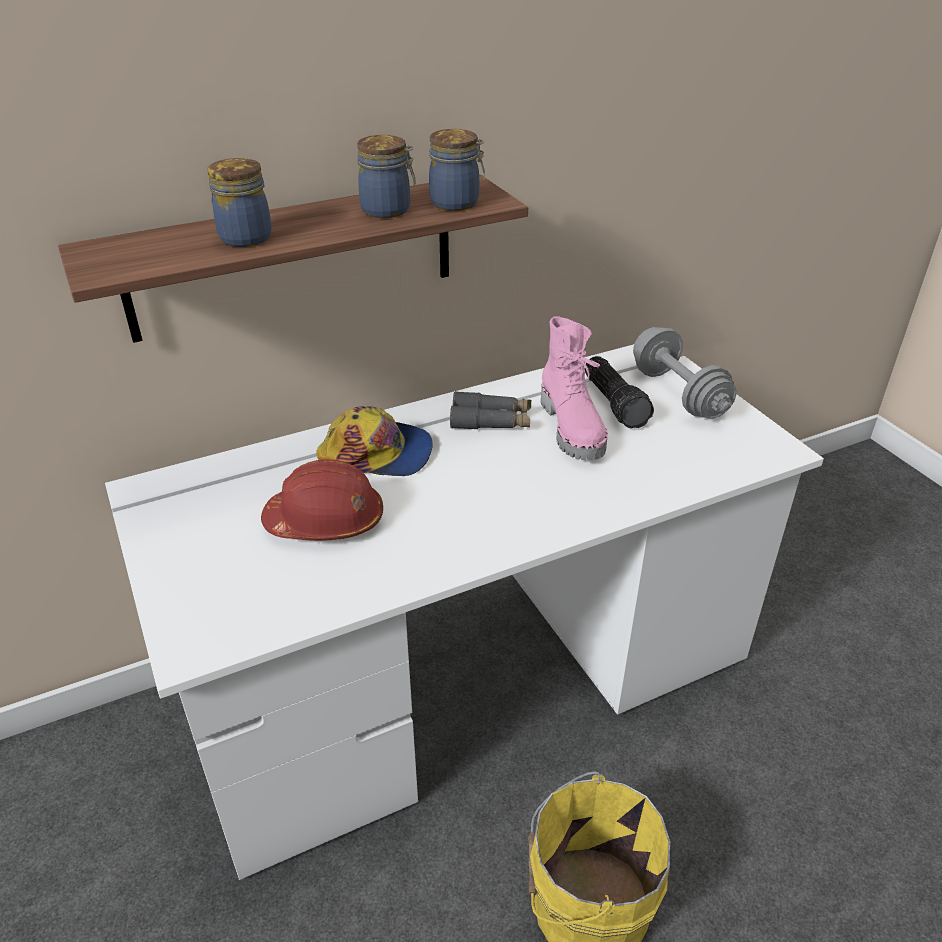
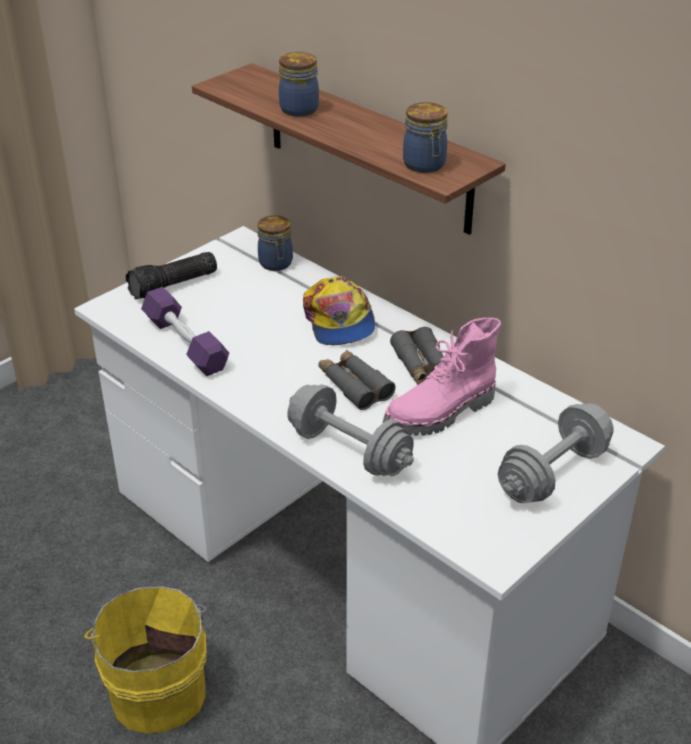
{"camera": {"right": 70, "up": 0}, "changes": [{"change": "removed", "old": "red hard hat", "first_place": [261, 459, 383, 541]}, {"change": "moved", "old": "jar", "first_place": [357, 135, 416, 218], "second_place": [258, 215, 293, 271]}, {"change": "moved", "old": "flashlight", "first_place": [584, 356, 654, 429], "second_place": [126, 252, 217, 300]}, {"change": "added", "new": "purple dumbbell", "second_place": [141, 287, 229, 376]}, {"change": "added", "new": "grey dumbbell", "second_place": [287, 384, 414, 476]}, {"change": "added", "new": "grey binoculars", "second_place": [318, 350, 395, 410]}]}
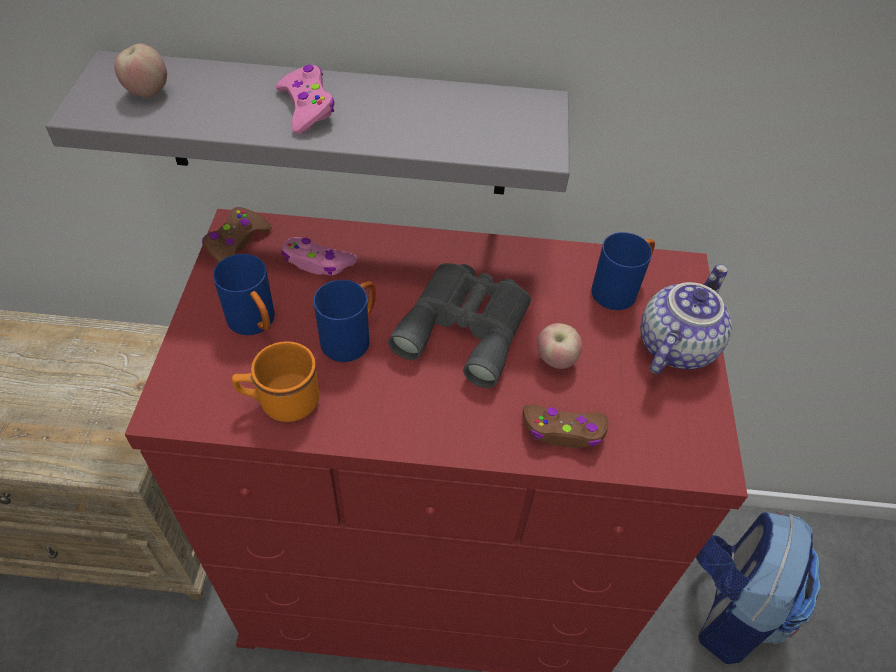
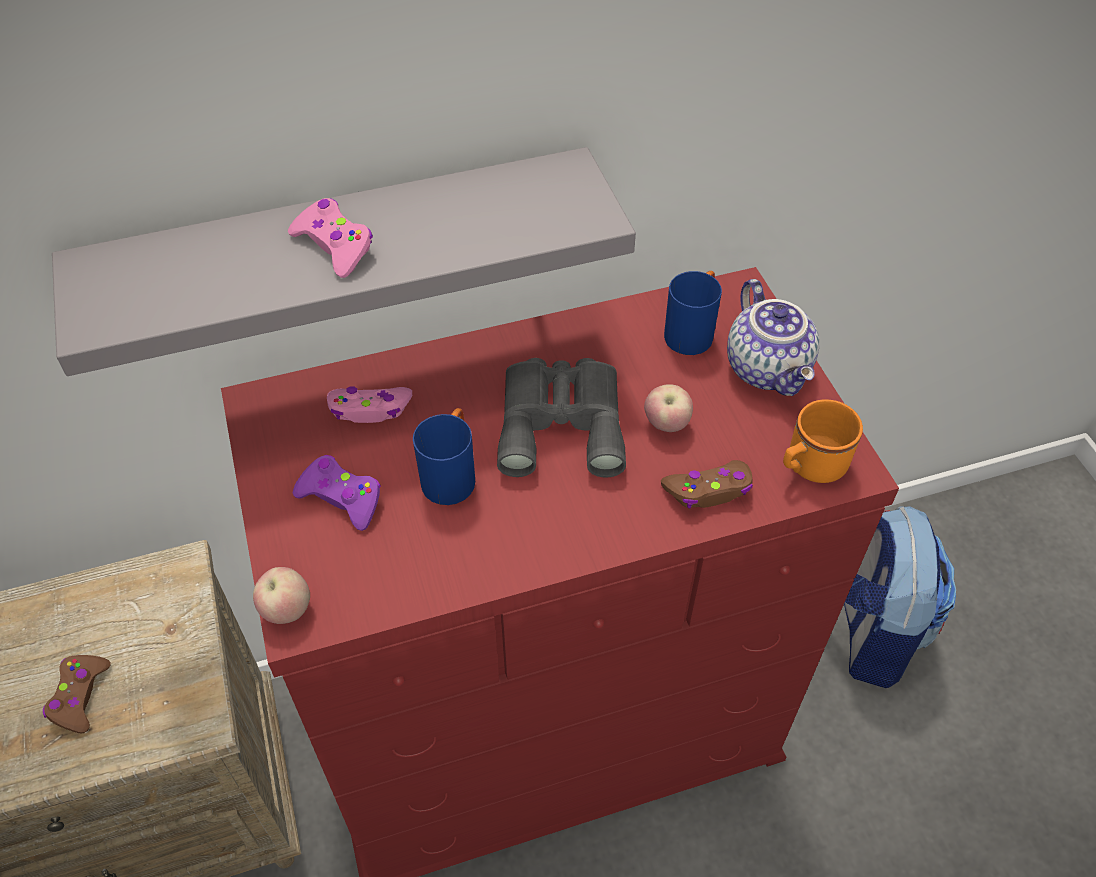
{"camera": {"right": -20, "up": 0}, "changes": [{"change": "moved", "old": "apple", "first_place": [114, 44, 167, 97], "second_place": [253, 567, 310, 624]}, {"change": "moved", "old": "brown game controller", "first_place": [202, 207, 272, 263], "second_place": [43, 655, 111, 733]}, {"change": "replaced", "old": "blue mug", "new": "purple game controller", "first_place": [213, 254, 275, 335], "second_place": [293, 455, 381, 531]}, {"change": "moved", "old": "orange mug", "first_place": [232, 341, 319, 422], "second_place": [783, 399, 863, 483]}, {"change": "turned", "old": "teapot", "first_place": [640, 264, 732, 374], "second_place": [727, 279, 819, 396], "degrees": 150}]}
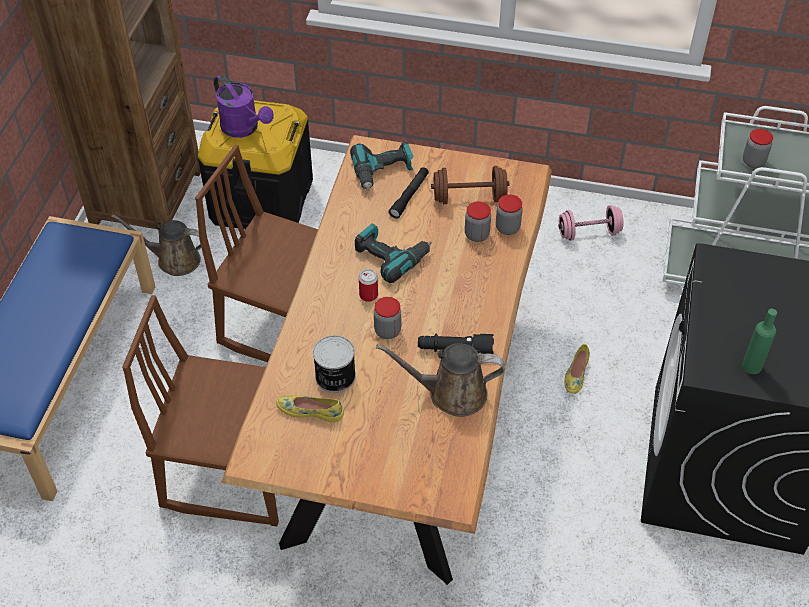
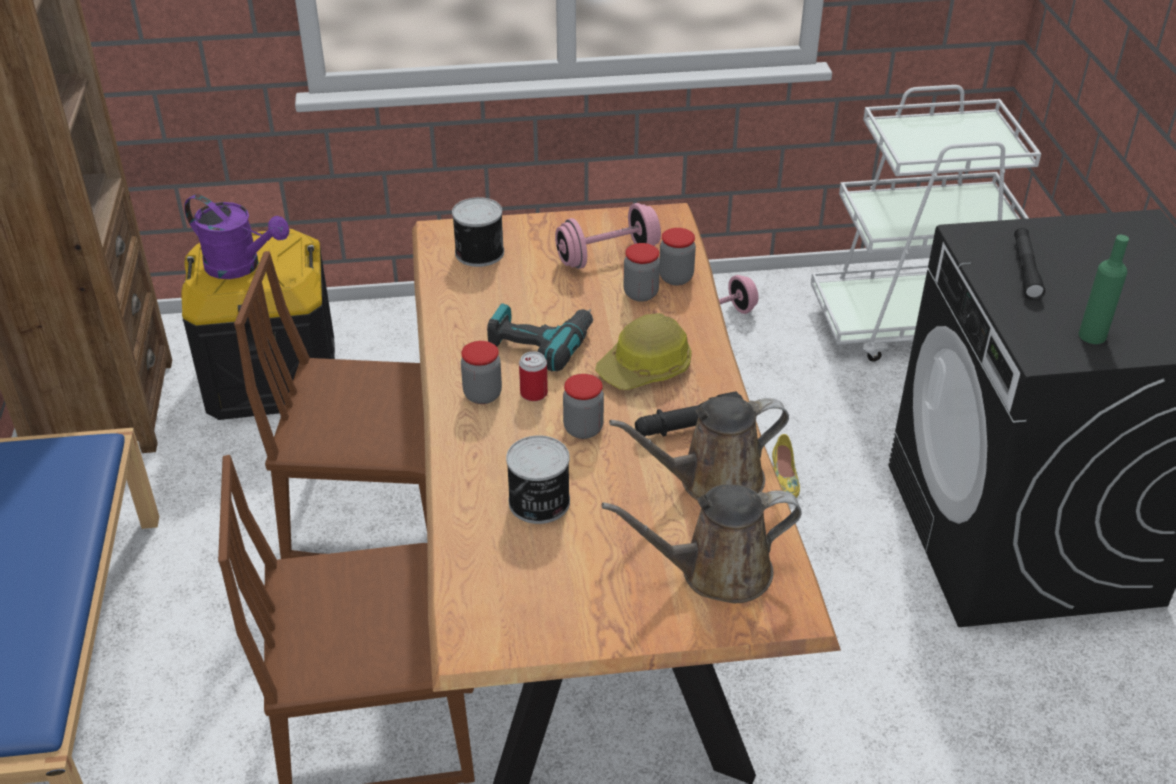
{"camera": {"right": -20, "up": -10}, "changes": [{"change": "moved", "old": "brown watering can", "first_place": [111, 214, 201, 276], "second_place": [602, 484, 802, 603]}, {"change": "removed", "old": "yellow shoe", "first_place": [276, 395, 344, 422]}, {"change": "replaced", "old": "power drill", "new": "can", "first_place": [350, 142, 413, 191], "second_place": [452, 197, 504, 267]}, {"change": "moved", "old": "black flashlight", "first_place": [389, 167, 429, 218], "second_place": [1014, 228, 1045, 300]}, {"change": "recoloured", "old": "brown dumbbell", "new": "pink dumbbell", "first_place": [431, 166, 509, 204], "second_place": [555, 203, 661, 269]}, {"change": "moved", "old": "jar", "first_place": [743, 129, 773, 168], "second_place": [461, 341, 502, 404]}, {"change": "added", "new": "hard hat", "second_place": [595, 313, 692, 390]}]}
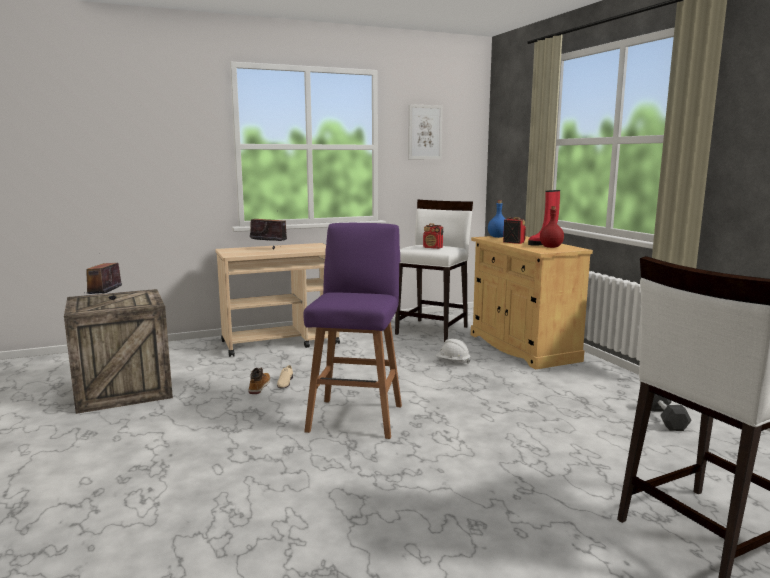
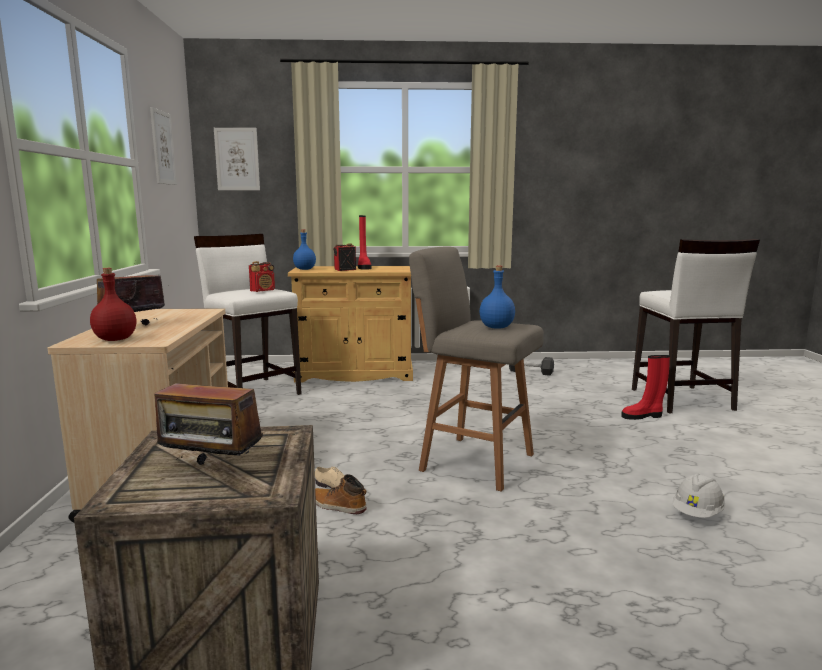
{"camera": {"right": -70, "up": 0}, "changes": [{"change": "recoloured", "old": "purple stool", "new": "grey stool", "first_place": [303, 223, 402, 439], "second_place": [409, 246, 544, 492]}, {"change": "moved", "old": "white hard hat", "first_place": [436, 339, 471, 364], "second_place": [672, 473, 725, 518]}, {"change": "moved", "old": "red bottle", "first_place": [540, 206, 564, 248], "second_place": [90, 268, 136, 341]}, {"change": "added", "new": "picture", "second_place": [214, 128, 260, 190]}, {"change": "added", "new": "blue bottle", "second_place": [480, 266, 515, 329]}, {"change": "added", "new": "red boot", "second_place": [621, 355, 670, 420]}]}
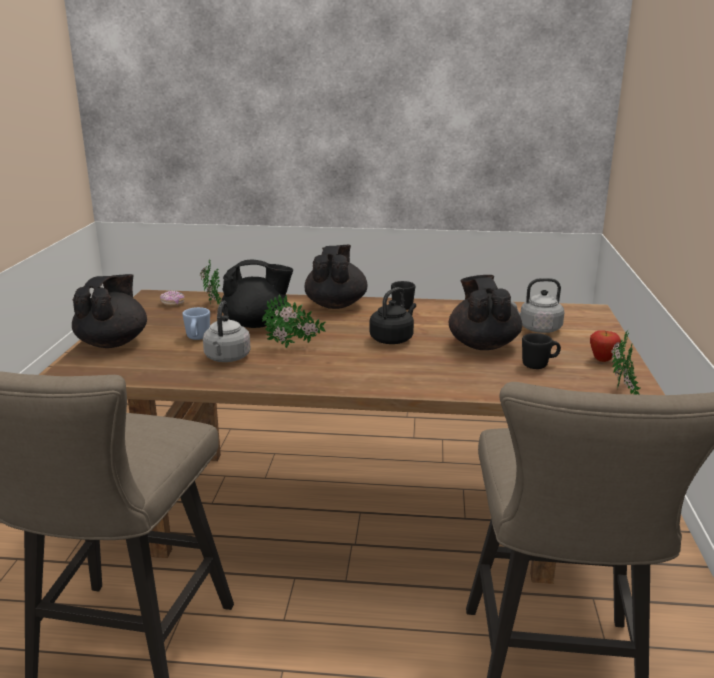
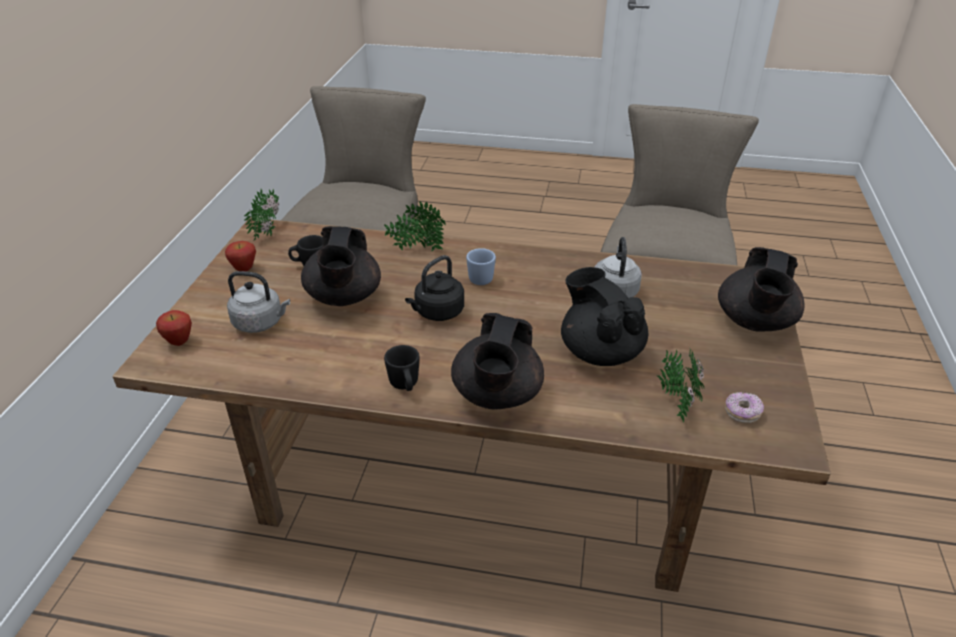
{"camera": {"right": -175, "up": 15}, "changes": [{"change": "moved", "old": "blue mug", "first_place": [182, 307, 210, 340], "second_place": [466, 248, 496, 285]}, {"change": "turned", "old": "black teapot", "first_place": [221, 259, 293, 328], "second_place": [561, 267, 648, 366], "degrees": 60}, {"change": "moved", "old": "potted plant", "first_place": [262, 294, 326, 348], "second_place": [384, 201, 446, 252]}, {"change": "added", "new": "apple", "second_place": [156, 310, 192, 346]}]}
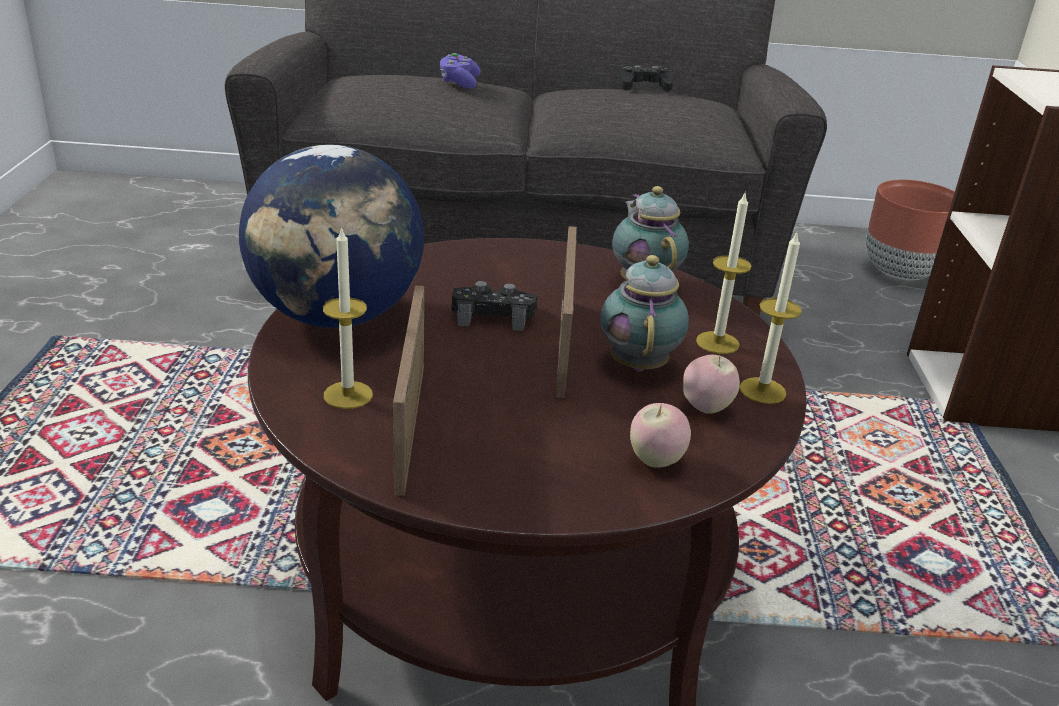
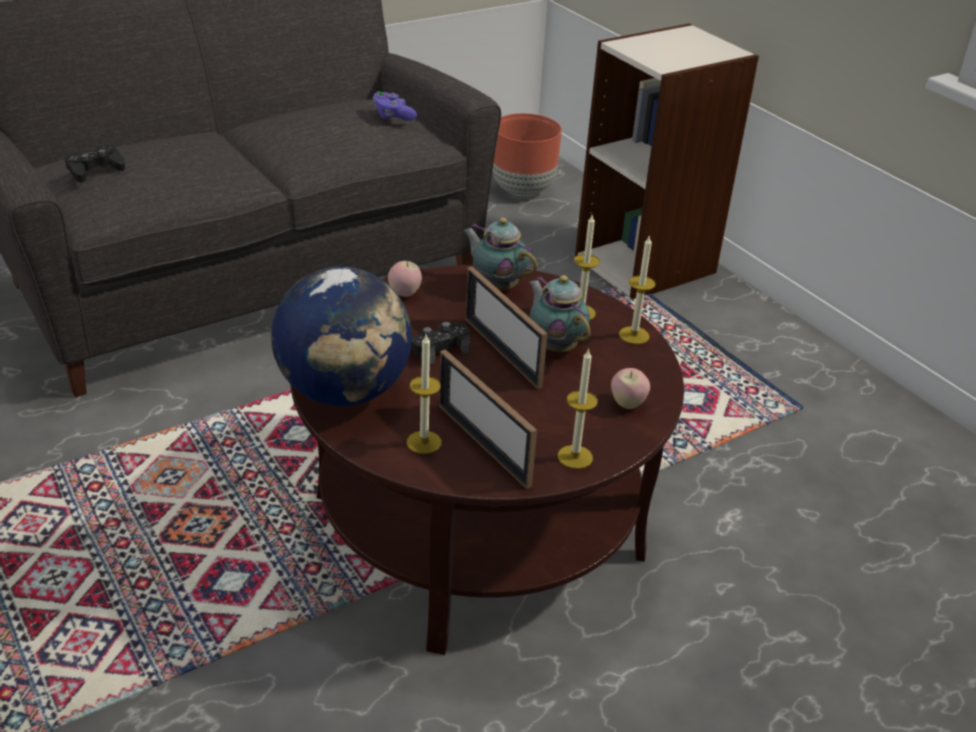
{"camera": {"right": -35, "up": 5}, "changes": [{"change": "moved", "old": "purple game controller", "first_place": [440, 53, 481, 89], "second_place": [373, 91, 417, 121]}, {"change": "moved", "old": "black game controller", "first_place": [618, 65, 673, 92], "second_place": [65, 145, 125, 183]}, {"change": "moved", "old": "apple", "first_place": [683, 354, 740, 414], "second_place": [388, 261, 422, 297]}, {"change": "added", "new": "candle", "second_place": [558, 348, 598, 469]}]}
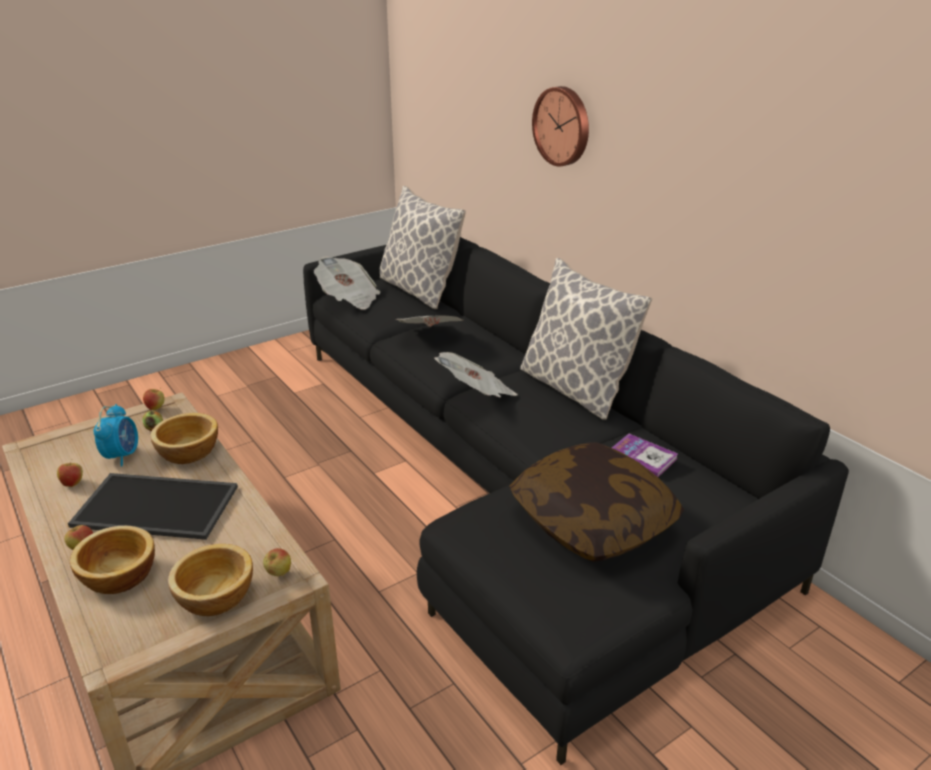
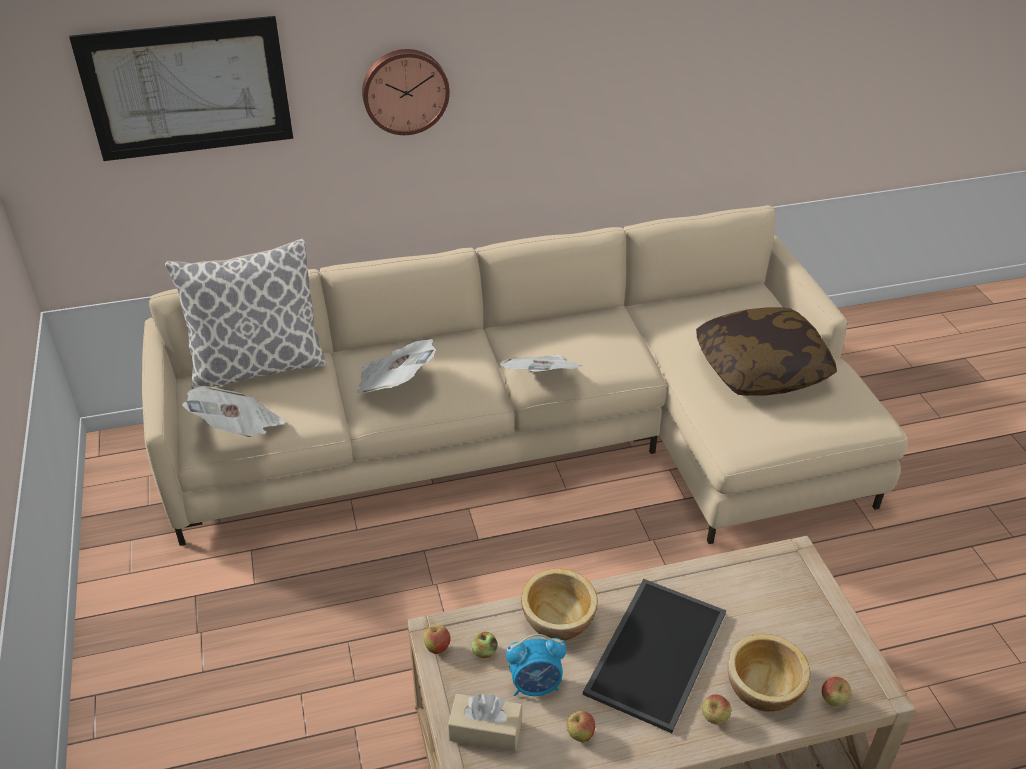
{"camera": {"right": -70, "up": 10}, "changes": [{"change": "turned", "old": "alarm clock", "first_place": [93, 404, 138, 467], "second_place": [506, 634, 566, 696], "degrees": 150}, {"change": "removed", "old": "bowl", "first_place": [168, 544, 253, 616]}, {"change": "moved", "old": "apple", "first_place": [263, 548, 291, 576], "second_place": [822, 677, 851, 706]}, {"change": "recoloured", "old": "black sofa", "new": "beige sofa", "first_place": [303, 237, 849, 765], "second_place": [142, 205, 907, 546]}, {"change": "removed", "old": "pillow", "first_place": [520, 258, 652, 420]}, {"change": "removed", "old": "book", "first_place": [612, 434, 678, 477]}, {"change": "added", "new": "picture", "second_place": [69, 16, 293, 161]}, {"change": "added", "new": "beige tissue box", "second_place": [448, 694, 522, 752]}]}
